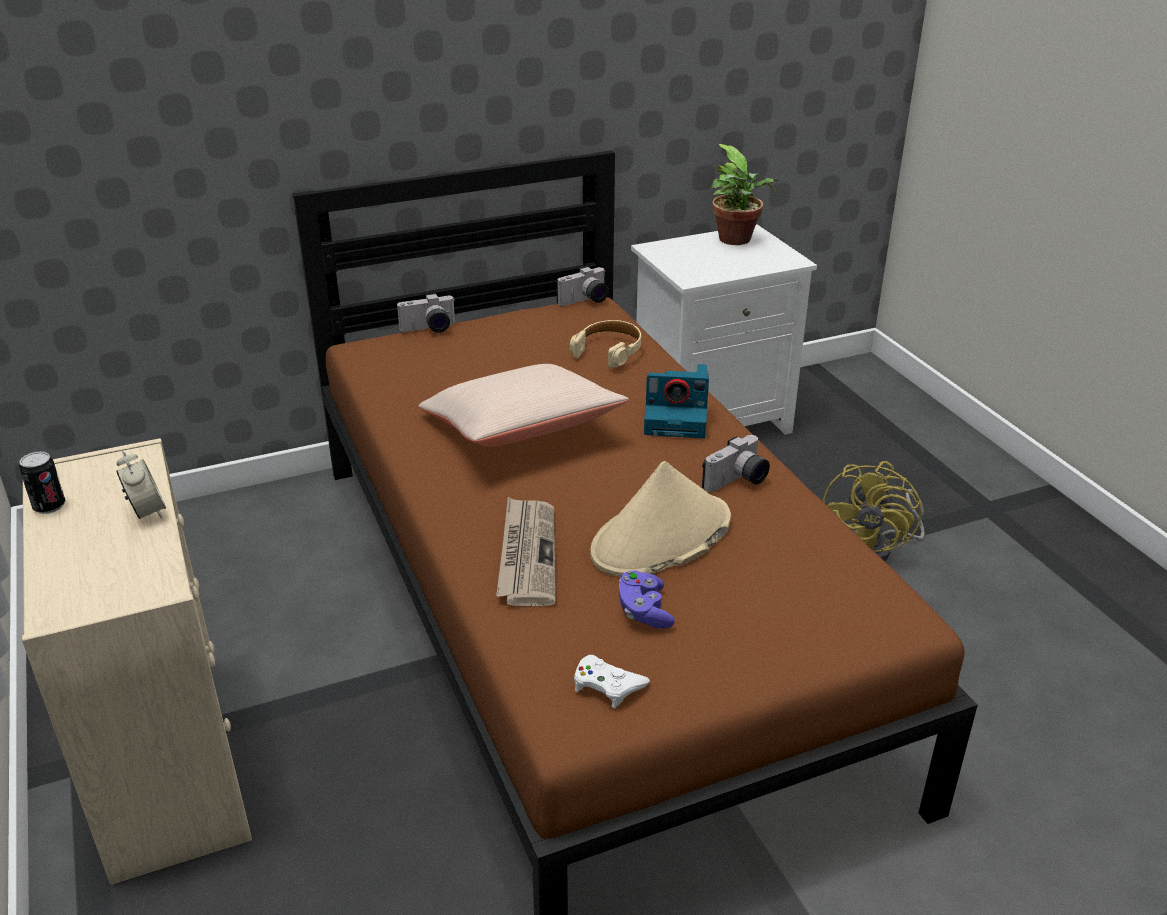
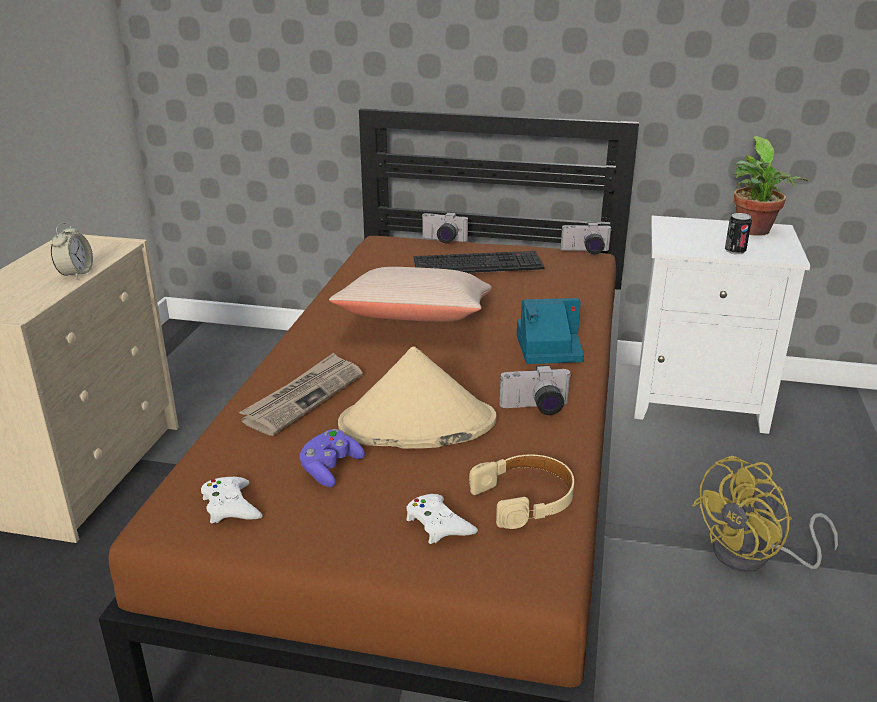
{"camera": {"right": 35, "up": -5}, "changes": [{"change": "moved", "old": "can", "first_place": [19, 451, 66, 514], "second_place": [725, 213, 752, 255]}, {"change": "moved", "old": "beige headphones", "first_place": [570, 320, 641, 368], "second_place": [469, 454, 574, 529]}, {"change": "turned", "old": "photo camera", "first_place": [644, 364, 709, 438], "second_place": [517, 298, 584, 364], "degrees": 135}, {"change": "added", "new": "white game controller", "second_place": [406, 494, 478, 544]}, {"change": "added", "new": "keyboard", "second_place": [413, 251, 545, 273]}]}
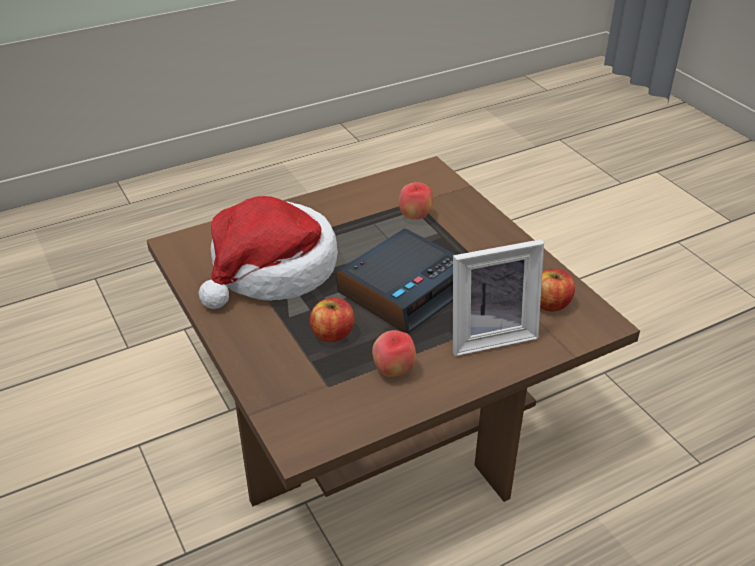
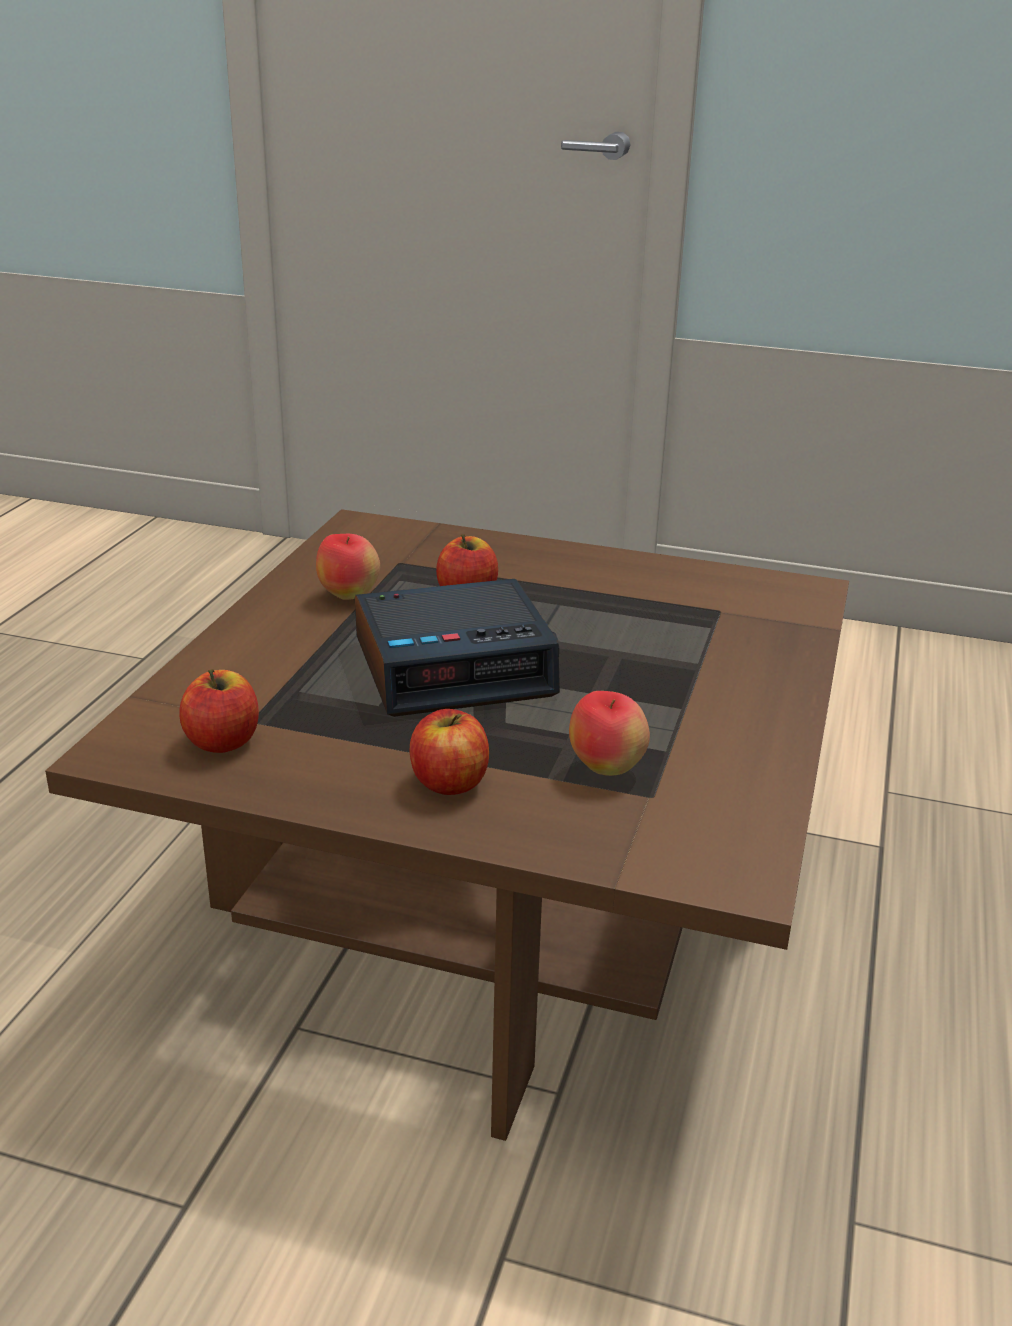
{"camera": {"right": 135, "up": -10}, "changes": [{"change": "removed", "old": "hat", "first_place": [198, 196, 338, 309]}, {"change": "turned", "old": "alarm clock", "first_place": [336, 228, 455, 334], "second_place": [355, 579, 560, 717], "degrees": -105}, {"change": "removed", "old": "picture frame", "first_place": [453, 239, 544, 356]}, {"change": "added", "new": "apple", "second_place": [410, 709, 489, 795]}]}
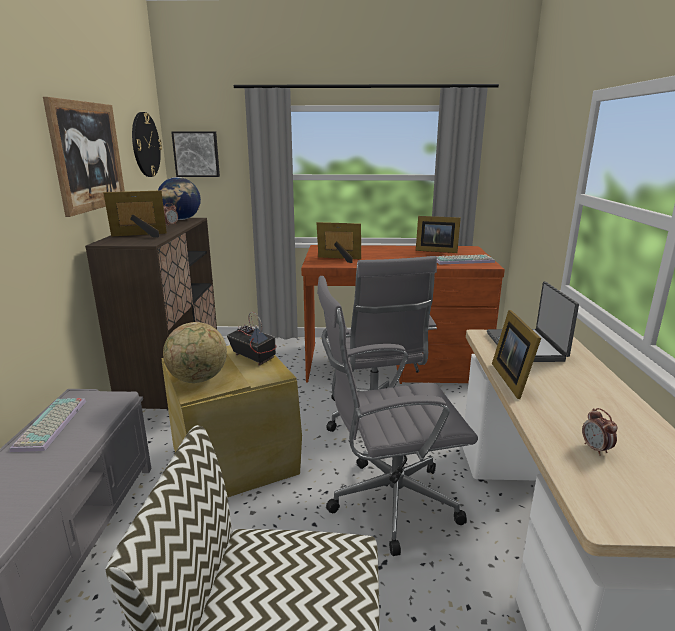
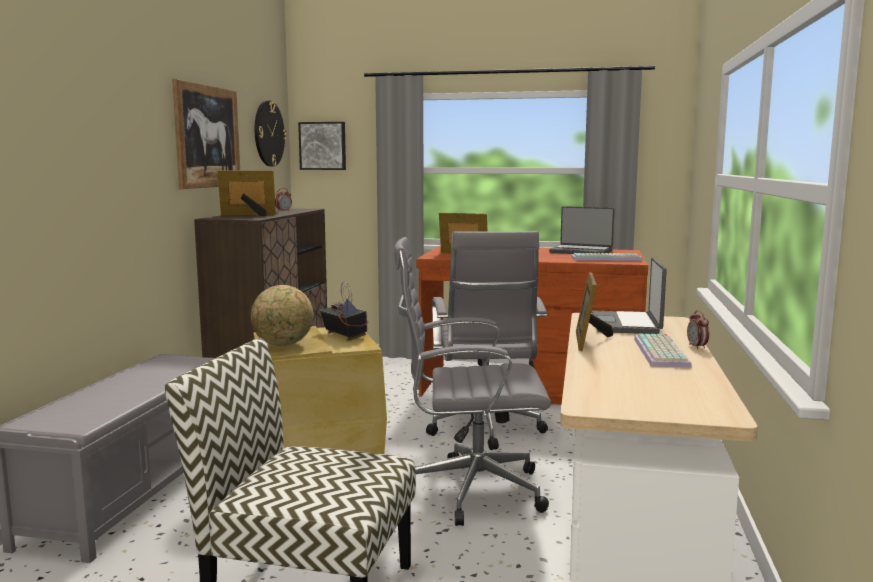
{"camera": {"right": 10, "up": -10}, "changes": [{"change": "moved", "old": "keyboard", "first_place": [9, 398, 86, 452], "second_place": [634, 333, 692, 368]}, {"change": "removed", "old": "globe", "first_place": [158, 177, 201, 220]}, {"change": "replaced", "old": "picture frame", "new": "laptop", "first_place": [416, 216, 461, 253], "second_place": [549, 206, 615, 254]}, {"change": "moved", "old": "alarm clock", "first_place": [582, 408, 618, 456], "second_place": [687, 310, 709, 349]}]}
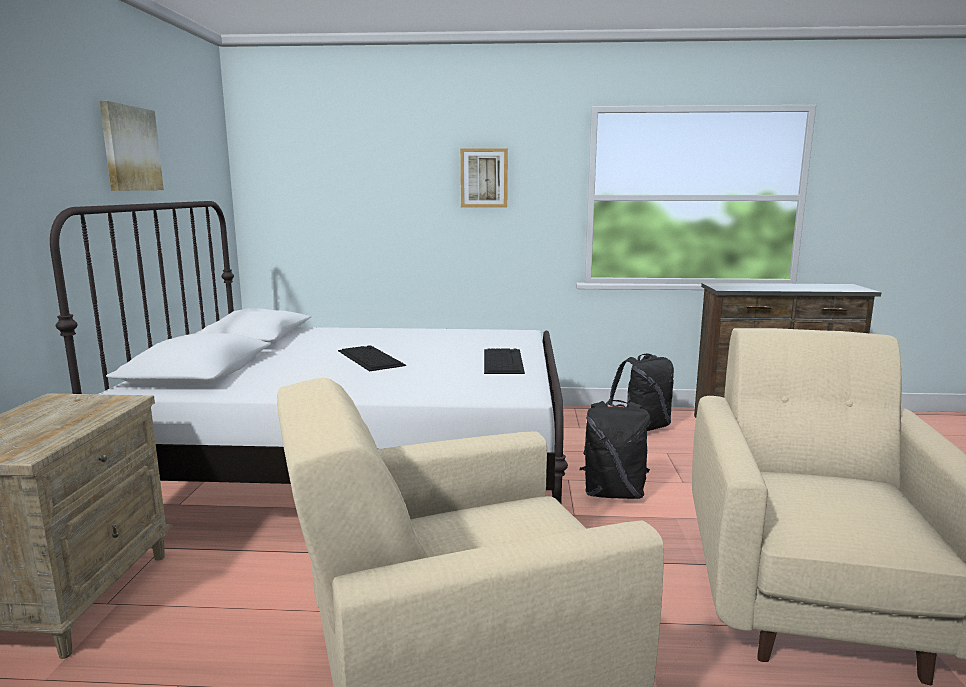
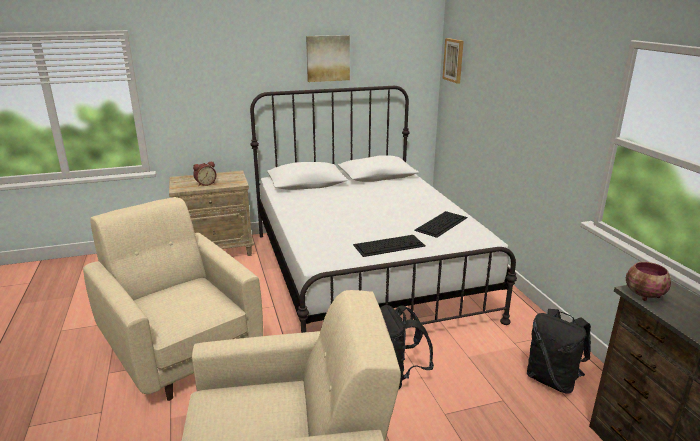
{"camera": {"right": 70, "up": 10}, "changes": [{"change": "moved", "old": "keyboard", "first_place": [338, 345, 406, 371], "second_place": [414, 211, 468, 238]}, {"change": "moved", "old": "picture", "first_place": [460, 148, 508, 208], "second_place": [442, 38, 464, 84]}, {"change": "added", "new": "alarm clock", "second_place": [193, 162, 216, 186]}, {"change": "added", "new": "bowl", "second_place": [626, 262, 671, 301]}]}
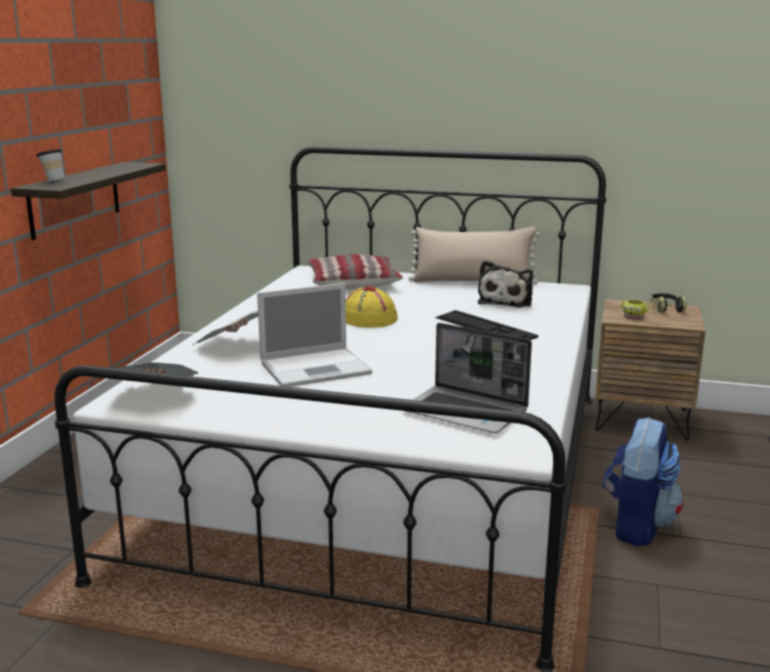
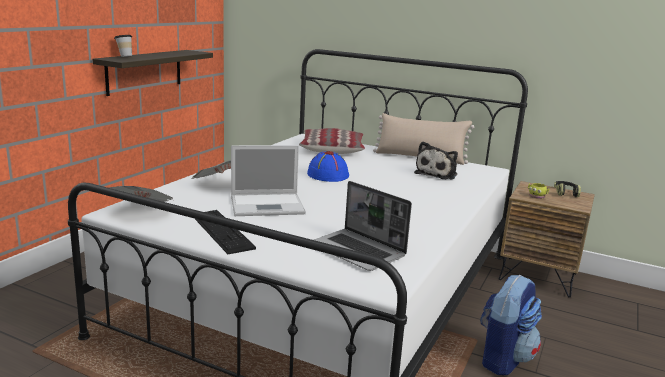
{"camera": {"right": 10, "up": 0}, "changes": [{"change": "recoloured", "old": "yellow hat", "new": "blue hat", "first_place": [346, 286, 398, 328], "second_place": [307, 151, 349, 182]}, {"change": "moved", "old": "keyboard", "first_place": [436, 310, 538, 340], "second_place": [195, 210, 256, 254]}]}
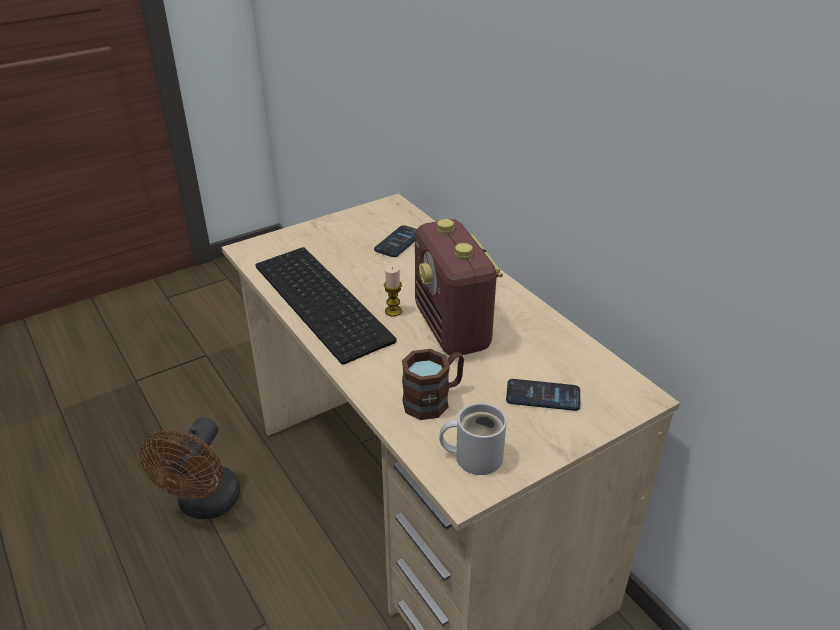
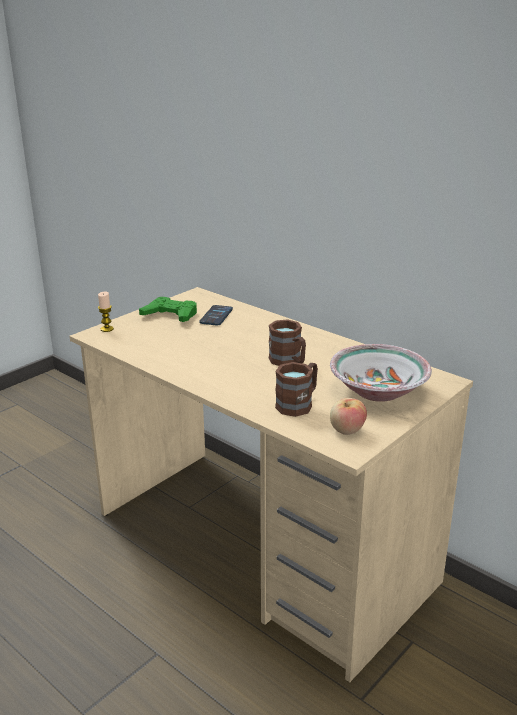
{"camera": {"right": -15, "up": -10}, "changes": [{"change": "removed", "old": "brown fan", "first_place": [140, 417, 240, 519]}, {"change": "removed", "old": "keyboard", "first_place": [255, 247, 397, 365]}, {"change": "moved", "old": "candle", "first_place": [384, 264, 402, 317], "second_place": [98, 291, 114, 332]}, {"change": "replaced", "old": "radio", "new": "brown mug", "first_place": [415, 219, 503, 356], "second_place": [269, 319, 306, 366]}, {"change": "replaced", "old": "white mug", "new": "apple", "first_place": [439, 403, 507, 475], "second_place": [330, 398, 367, 435]}, {"change": "replaced", "old": "phone", "new": "bowl", "first_place": [506, 379, 580, 411], "second_place": [330, 344, 432, 402]}, {"change": "added", "new": "green game controller", "second_place": [139, 297, 197, 322]}]}
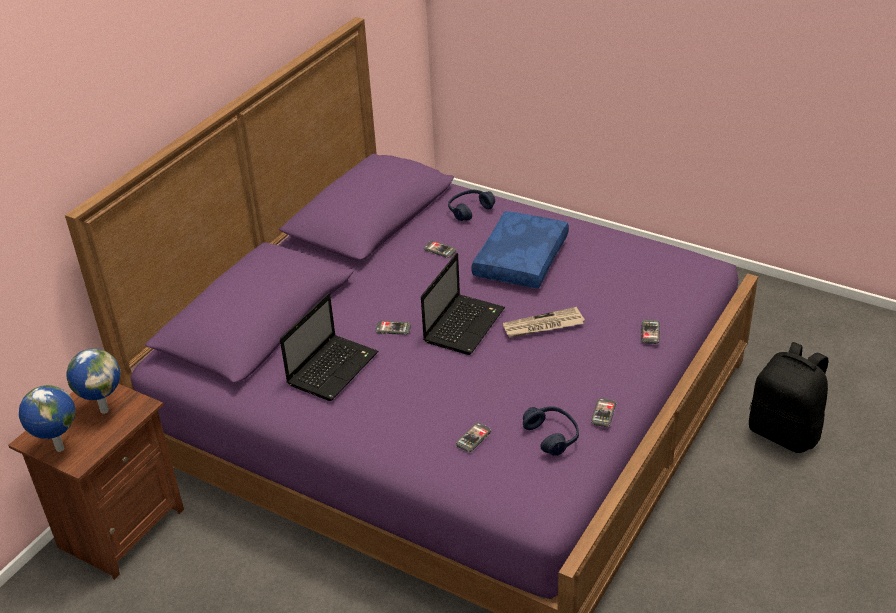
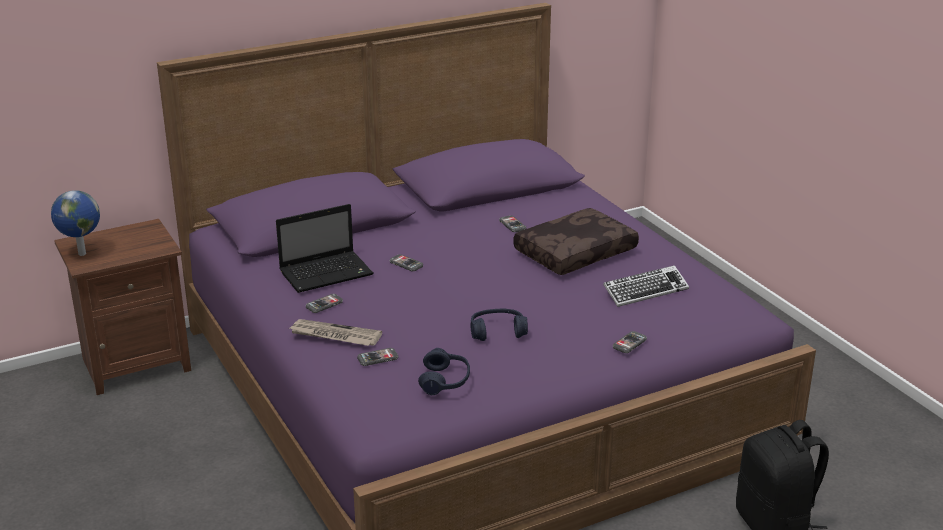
{"camera": {"right": 30, "up": -10}, "changes": [{"change": "removed", "old": "globe", "first_place": [66, 348, 121, 414]}, {"change": "removed", "old": "laptop", "first_place": [421, 253, 505, 355]}, {"change": "moved", "old": "blue headphones", "first_place": [448, 190, 495, 221], "second_place": [470, 309, 528, 341]}, {"change": "recoloured", "old": "blue pillow", "new": "brown pillow", "first_place": [471, 211, 569, 288], "second_place": [513, 208, 639, 275]}, {"change": "moved", "old": "newspaper", "first_place": [503, 307, 585, 338], "second_place": [290, 319, 382, 346]}, {"change": "moved", "old": "phone", "first_place": [591, 398, 616, 427], "second_place": [306, 294, 343, 313]}, {"change": "added", "new": "keyboard", "second_place": [603, 265, 689, 307]}]}
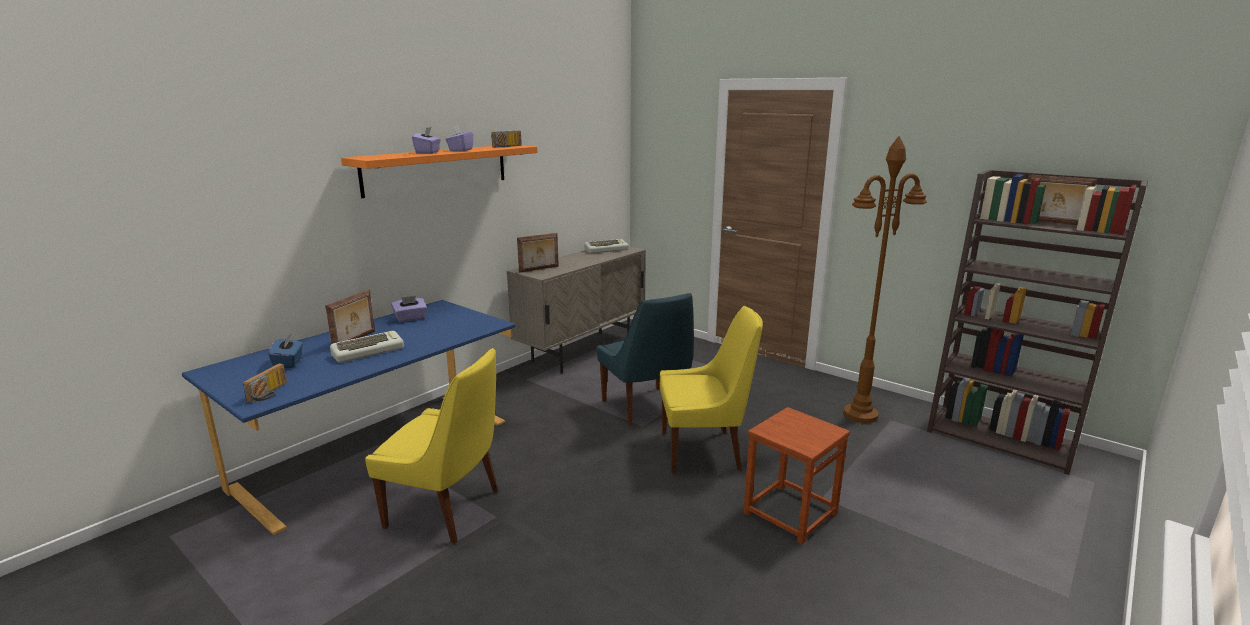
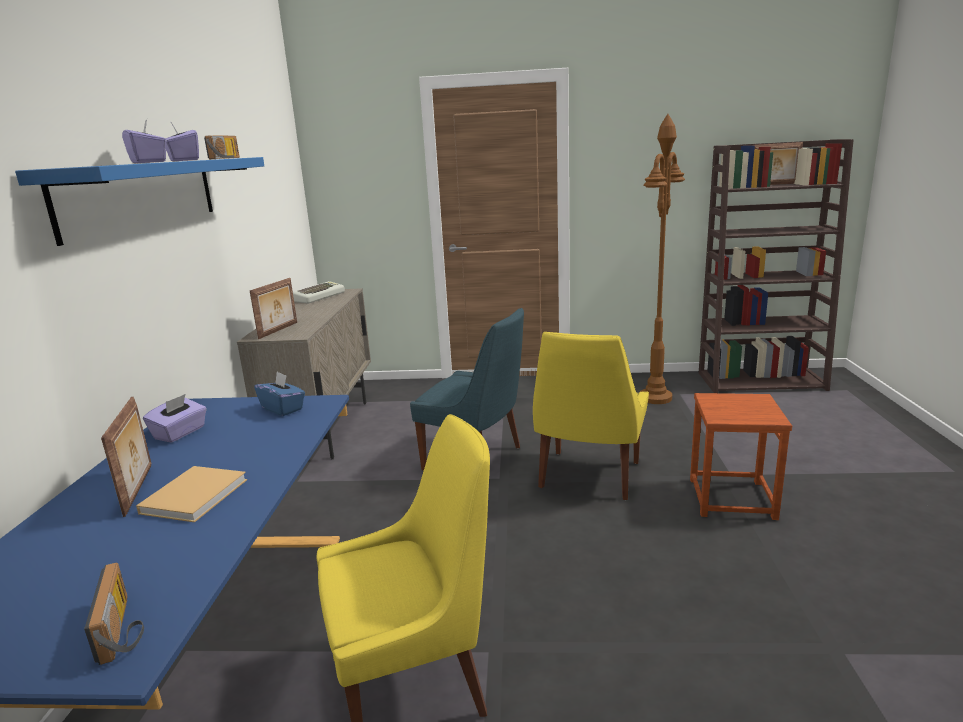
{"camera": {"right": -35, "up": 0}, "changes": [{"change": "moved", "old": "blue tissue box", "first_place": [268, 334, 303, 368], "second_place": [254, 372, 305, 416]}, {"change": "replaced", "old": "keyboard", "new": "beige book", "first_place": [330, 331, 404, 363], "second_place": [136, 466, 247, 522]}, {"change": "recoloured", "old": "orange shelf", "new": "blue shelf", "first_place": [341, 145, 537, 198], "second_place": [15, 157, 264, 246]}, {"change": "turned", "old": "yellow chair", "first_place": [660, 306, 763, 473], "second_place": [533, 332, 649, 500], "degrees": 150}]}
